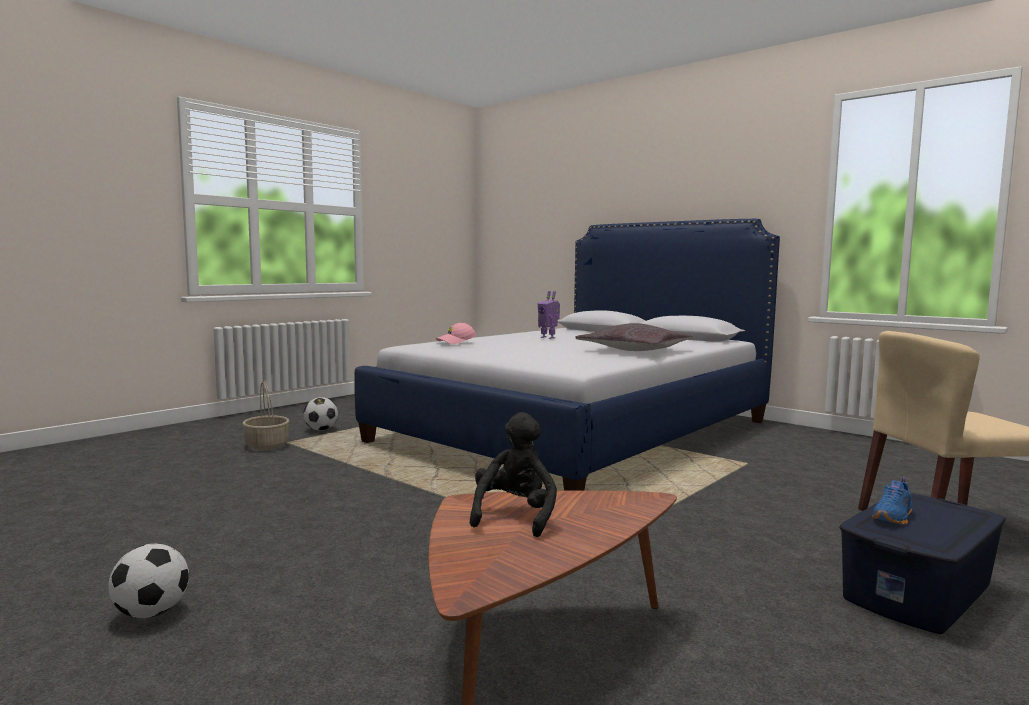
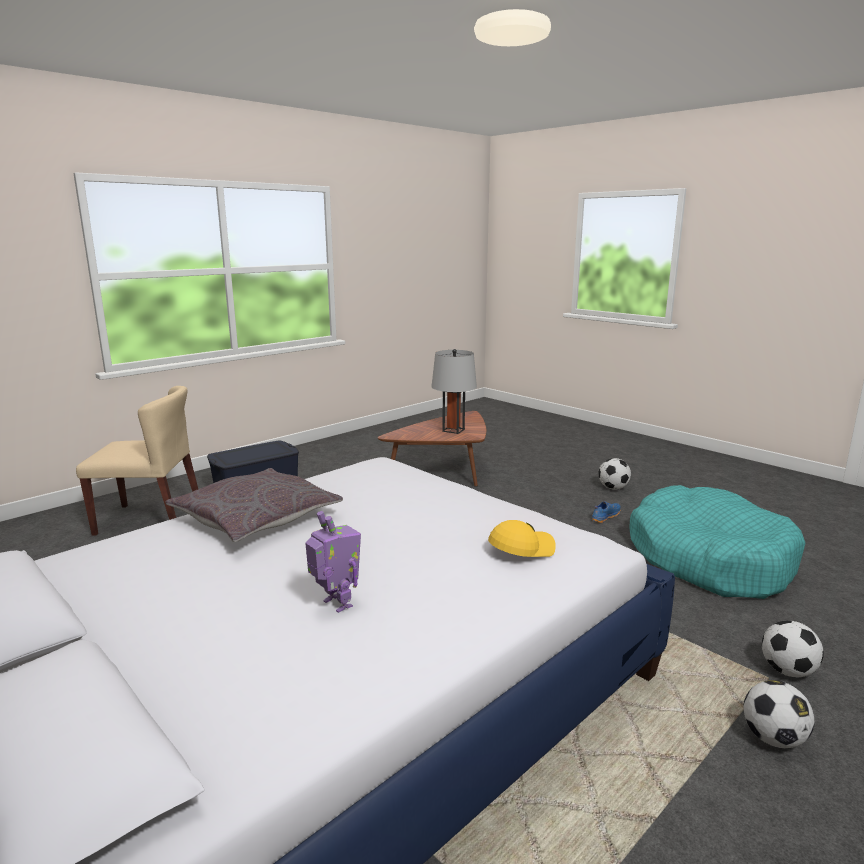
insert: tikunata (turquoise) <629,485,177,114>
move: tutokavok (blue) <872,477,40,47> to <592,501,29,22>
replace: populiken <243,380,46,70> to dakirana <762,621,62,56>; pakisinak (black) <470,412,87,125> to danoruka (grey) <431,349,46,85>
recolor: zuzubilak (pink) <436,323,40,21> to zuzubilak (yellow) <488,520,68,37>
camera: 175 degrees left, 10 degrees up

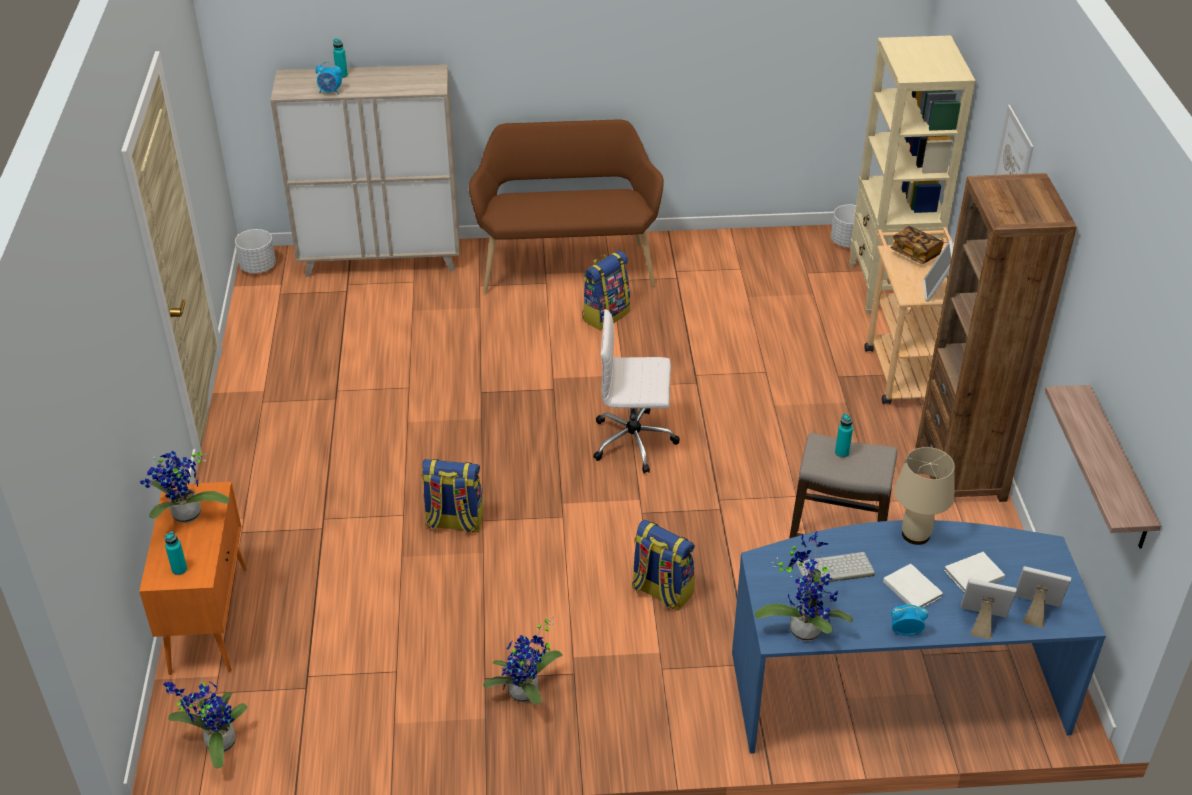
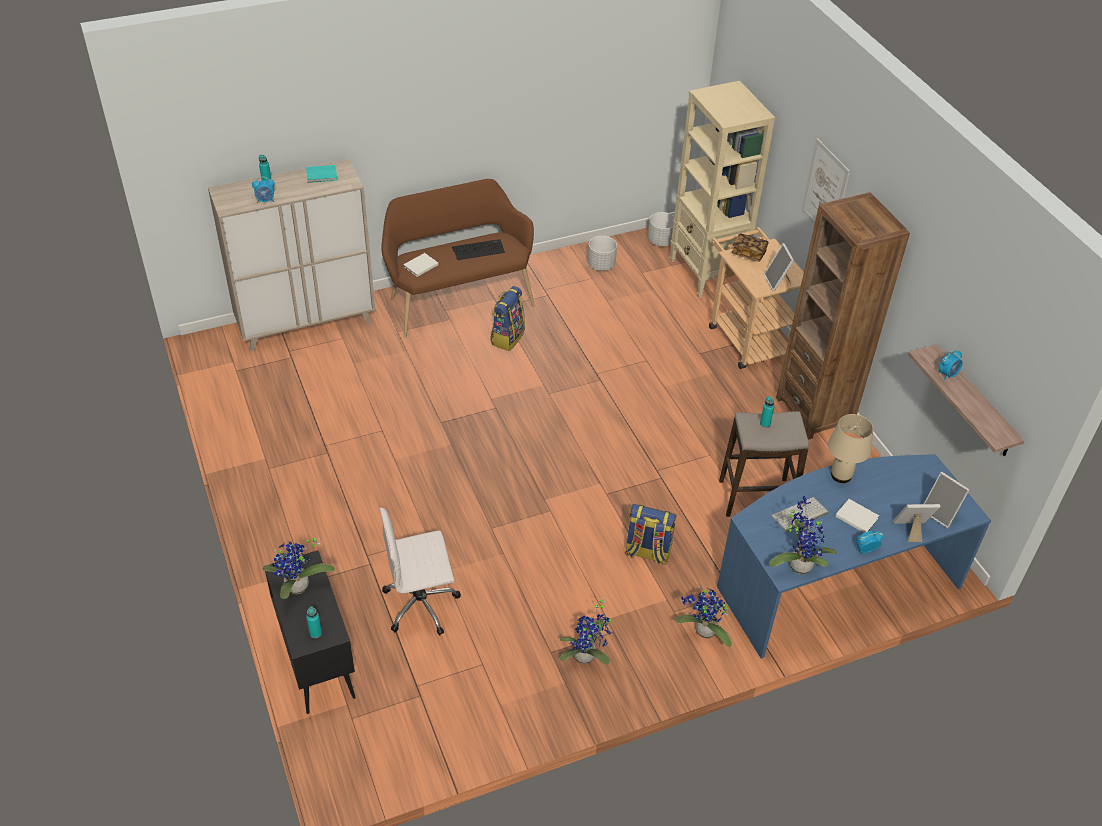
delete: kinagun <422,459,61,75>
insert: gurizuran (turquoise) <306,165,31,18>; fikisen <452,239,53,21>; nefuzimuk <939,350,23,31>
move: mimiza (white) <235,229,41,44> to <588,236,29,35>; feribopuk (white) <593,309,87,165> to <379,507,82,128>; gurizuran (white) <944,552,61,41> to <403,253,35,24>; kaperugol <163,677,84,92> to <676,586,56,61>
recolor: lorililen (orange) <139,482,108,193> to lorililen (black) <265,550,91,164>
rotate: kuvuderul <1015,566,56,62> = <924,472,46,56> 135 degrees counterclockwise
camera: 20 degrees left, 5 degrees up

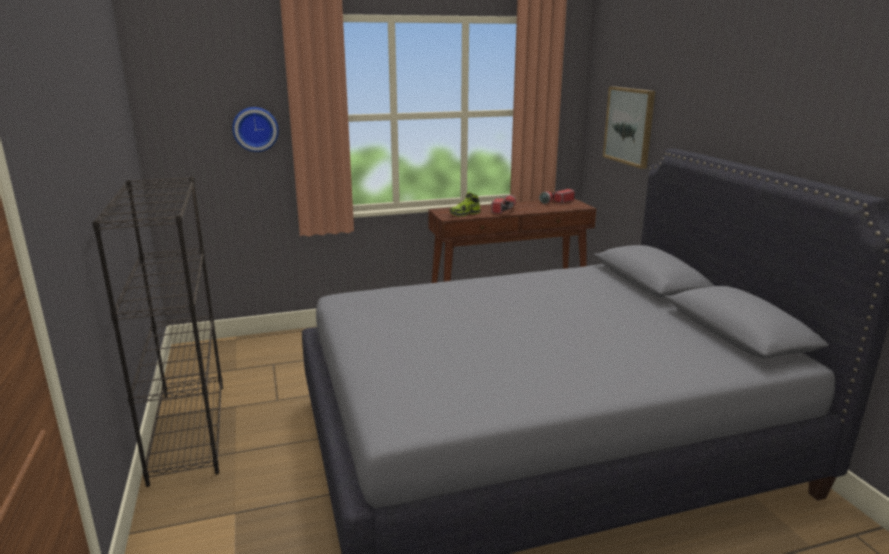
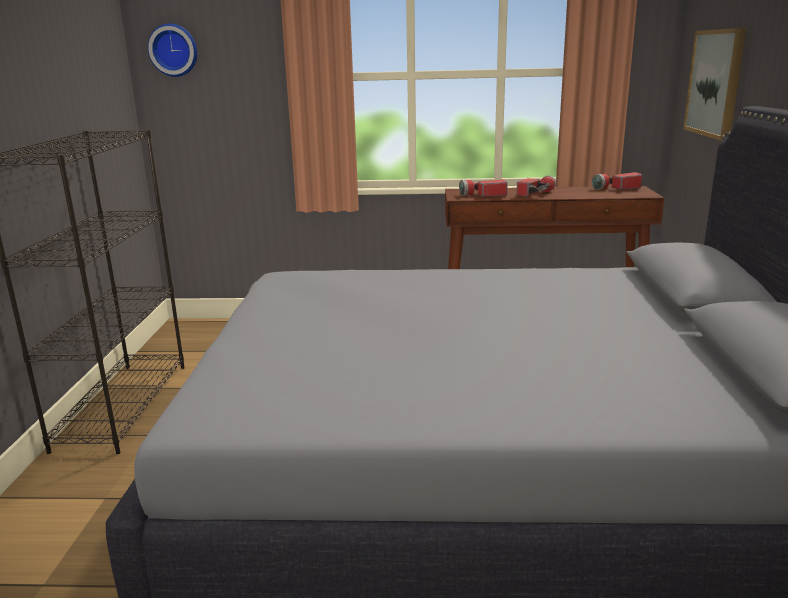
move: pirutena <232,107,47,45> to <148,24,49,53>
replace: tutokavok <450,192,31,24> to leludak <459,179,49,18>
camera: 20 degrees right, 0 degrees up

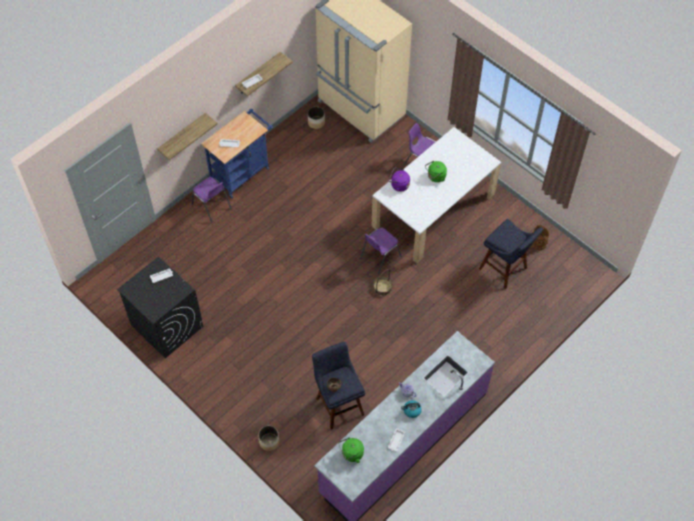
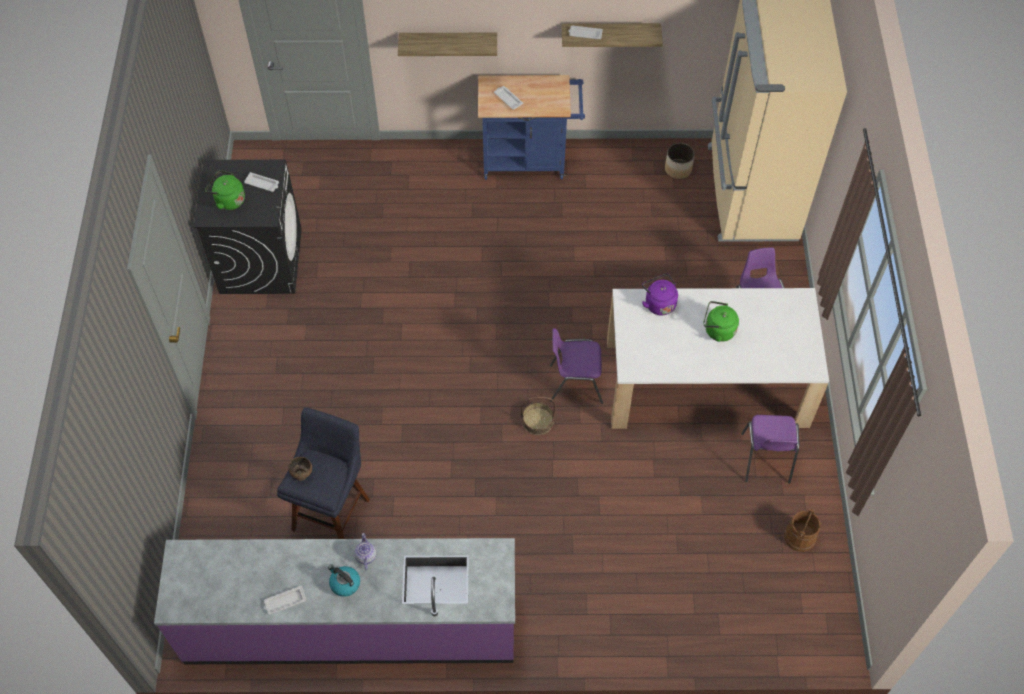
delete: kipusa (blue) <479,219,64,70>; mimiza <258,425,21,26>
move: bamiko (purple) <192,177,40,46> to <741,415,58,69>; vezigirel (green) <338,437,26,26> to <205,170,40,40>
camera: 45 degrees right, 0 degrees up

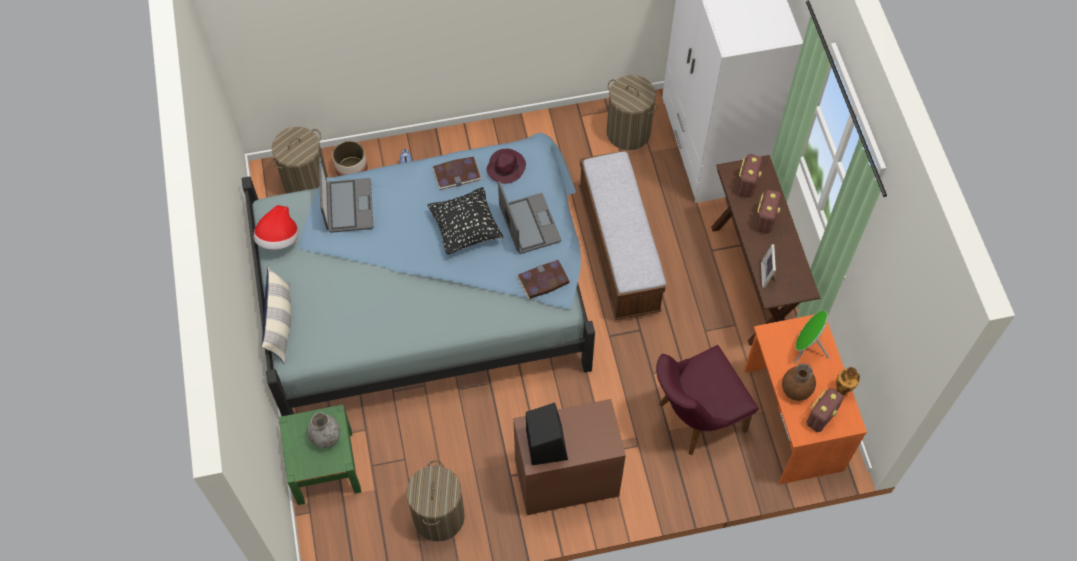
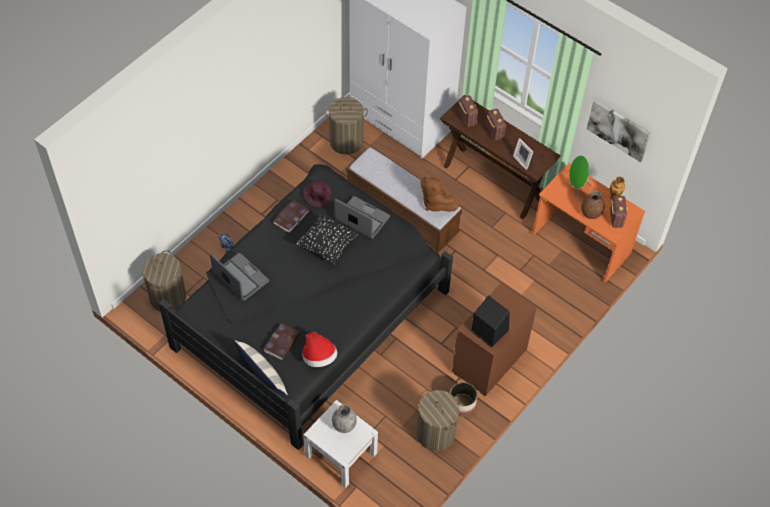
delete: bamiko (purple) <656,345,103,110>
insert: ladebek <587,99,64,63>; pakisinak (brown) <421,177,38,35>
move: mimiza <332,141,36,35> to <450,382,28,35>; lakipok <253,205,45,45> to <302,332,35,35>; gurizuran <517,260,53,39> to <264,323,36,37>
recolor: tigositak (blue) <242,133,353,283> to tigositak (black) <159,164,294,286>; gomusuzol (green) <279,405,82,100> to gomusuzol (white) <303,400,75,88>
camera: 40 degrees left, 5 degrees down

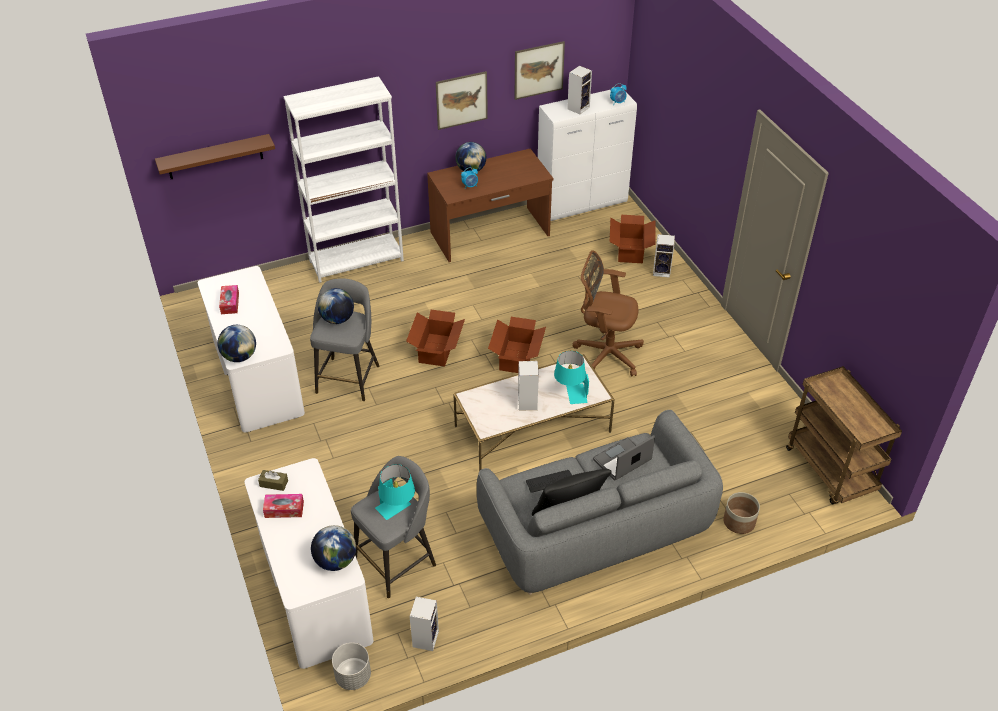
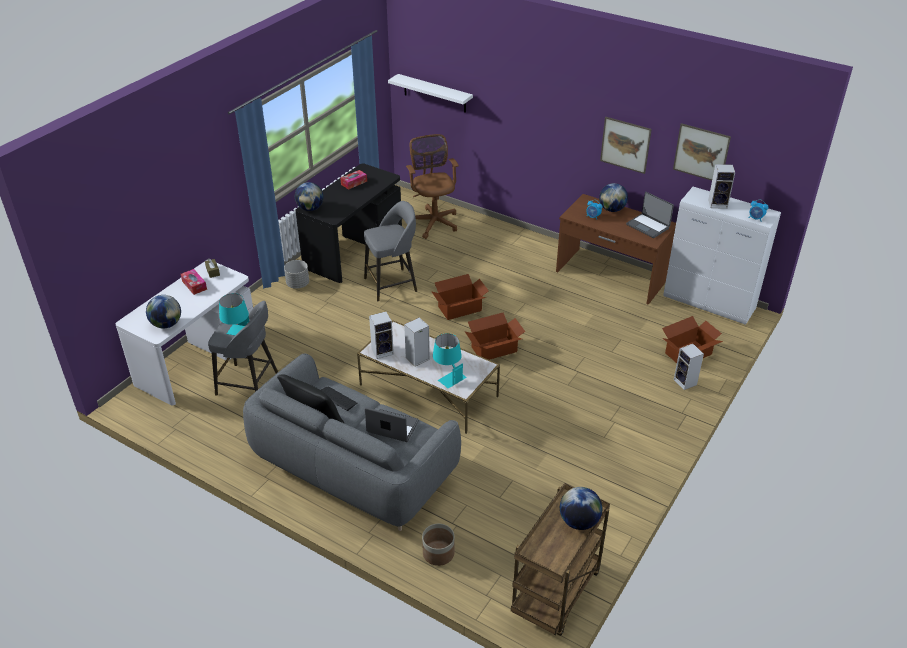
delete: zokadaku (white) <284,76,120,207>
insert: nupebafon <626,192,48,46>
move: feribopuk (brown) <572,250,72,127> to <406,134,53,105>; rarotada <318,288,36,36> to <560,487,42,43>; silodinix <410,596,29,55> to <369,312,25,47>; mimiza (grey) <332,643,39,47> to <284,260,25,29>
recolor: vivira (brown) <155,134,120,45> to vivira (white) <388,74,85,39>; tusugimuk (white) <198,266,107,166> to tusugimuk (black) <295,164,107,119>
camera: 55 degrees right, 5 degrees down

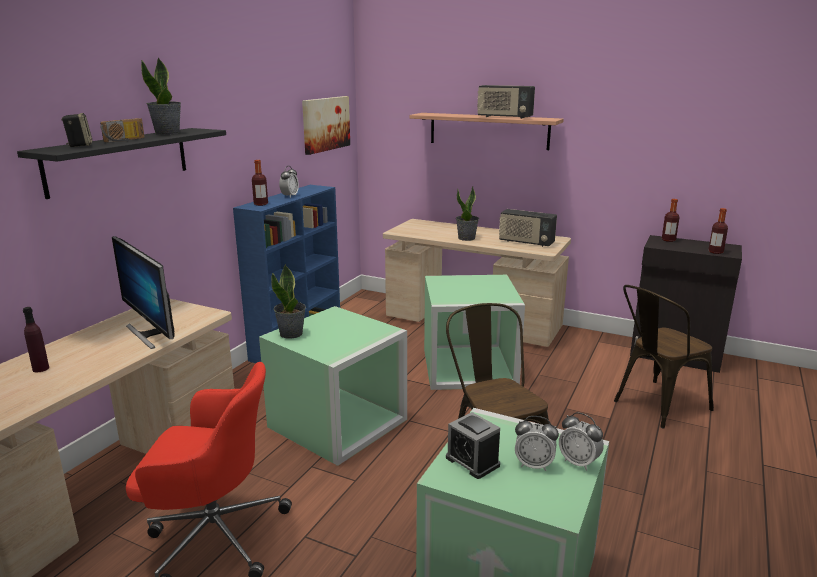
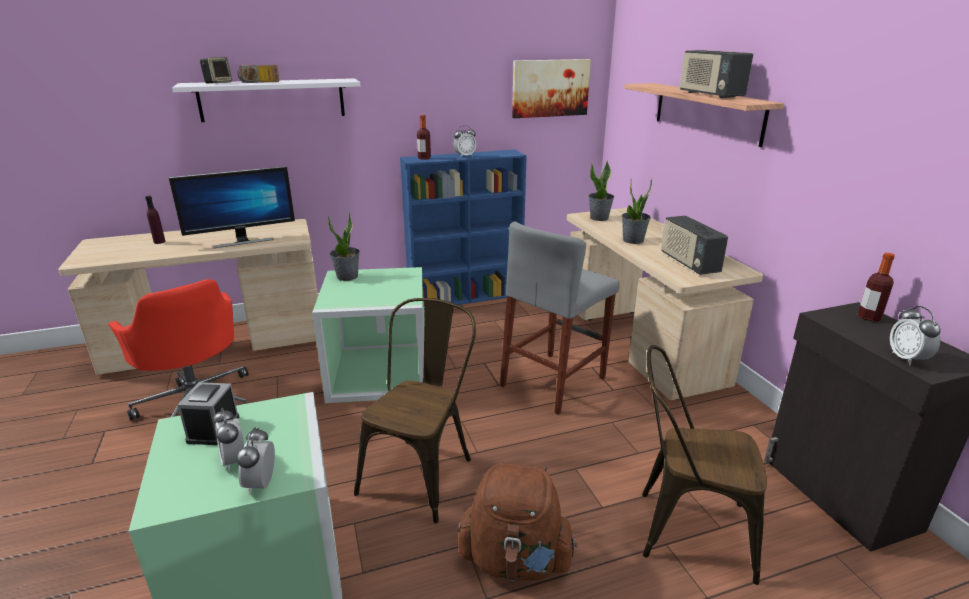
insert: kinagun (brown) <458,462,120,119>
move: kaperugol <141,57,40,78> to <589,160,25,61>
replace: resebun <708,208,20,46> to nefuzimuk <890,306,51,59>; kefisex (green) <424,275,101,115> to kipusa (grey) <500,222,120,192>
recolor: vivira (black) <17,128,209,71> to vivira (white) <172,78,188,44>
rotate: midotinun <112,236,63,113> = <168,166,127,82> 120 degrees counterclockwise
camera: 45 degrees right, 5 degrees up

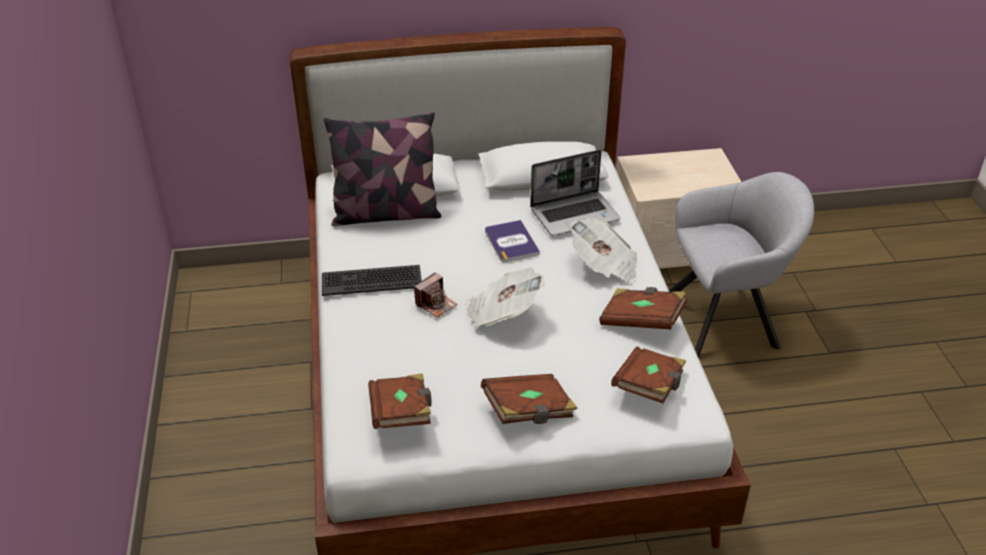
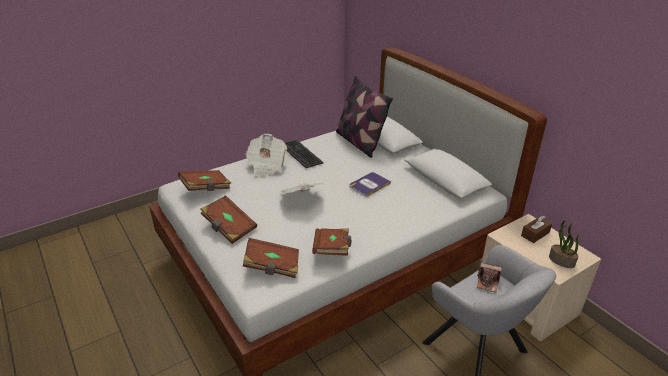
delete: nupebafon <530,150,90,86>
insert: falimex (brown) <521,215,31,28>; kaperugol <549,220,29,48>
move: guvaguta <570,218,67,65> to <246,134,41,43>; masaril <414,272,43,46> to <477,263,25,29>
camera: 65 degrees right, 5 degrees down

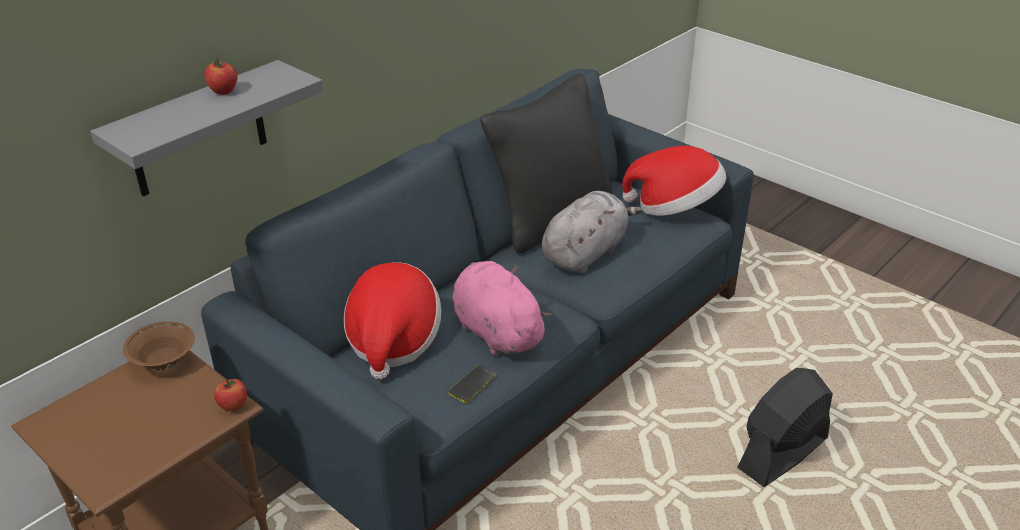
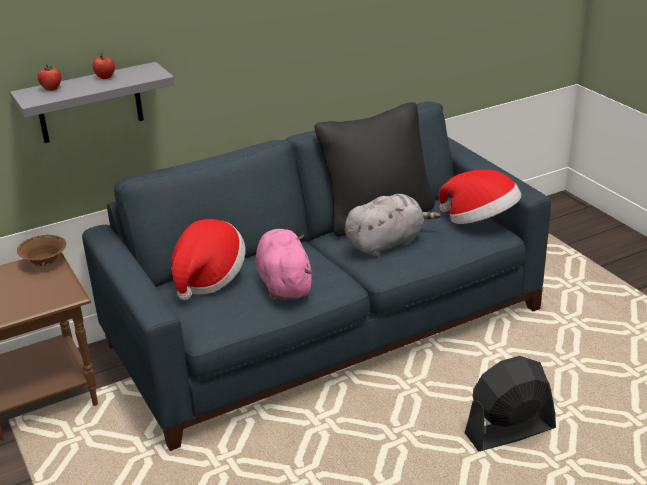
delete: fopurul <448,365,48,38>
move: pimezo <214,379,33,32> to <38,65,23,26>
camera: 20 degrees right, 5 degrees down

